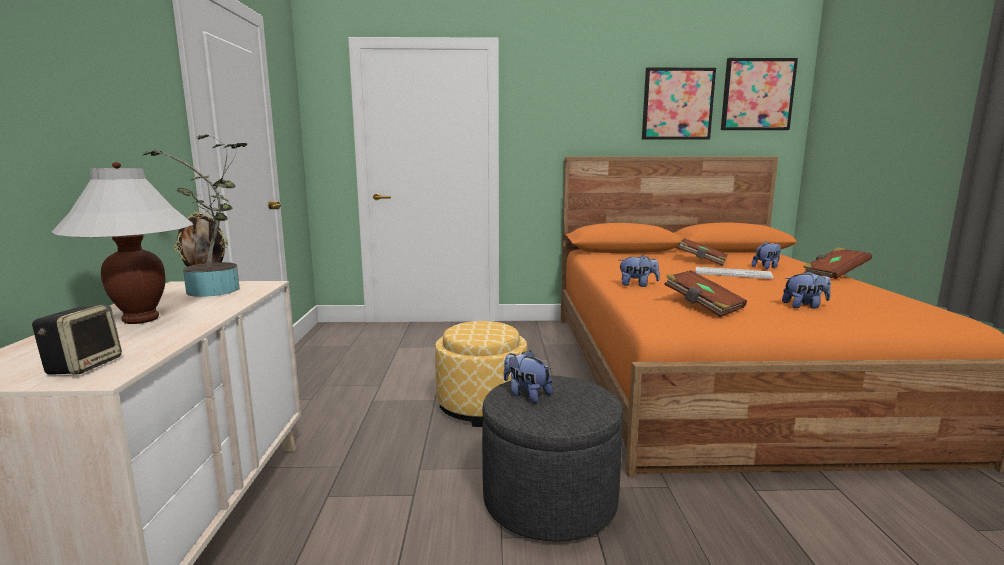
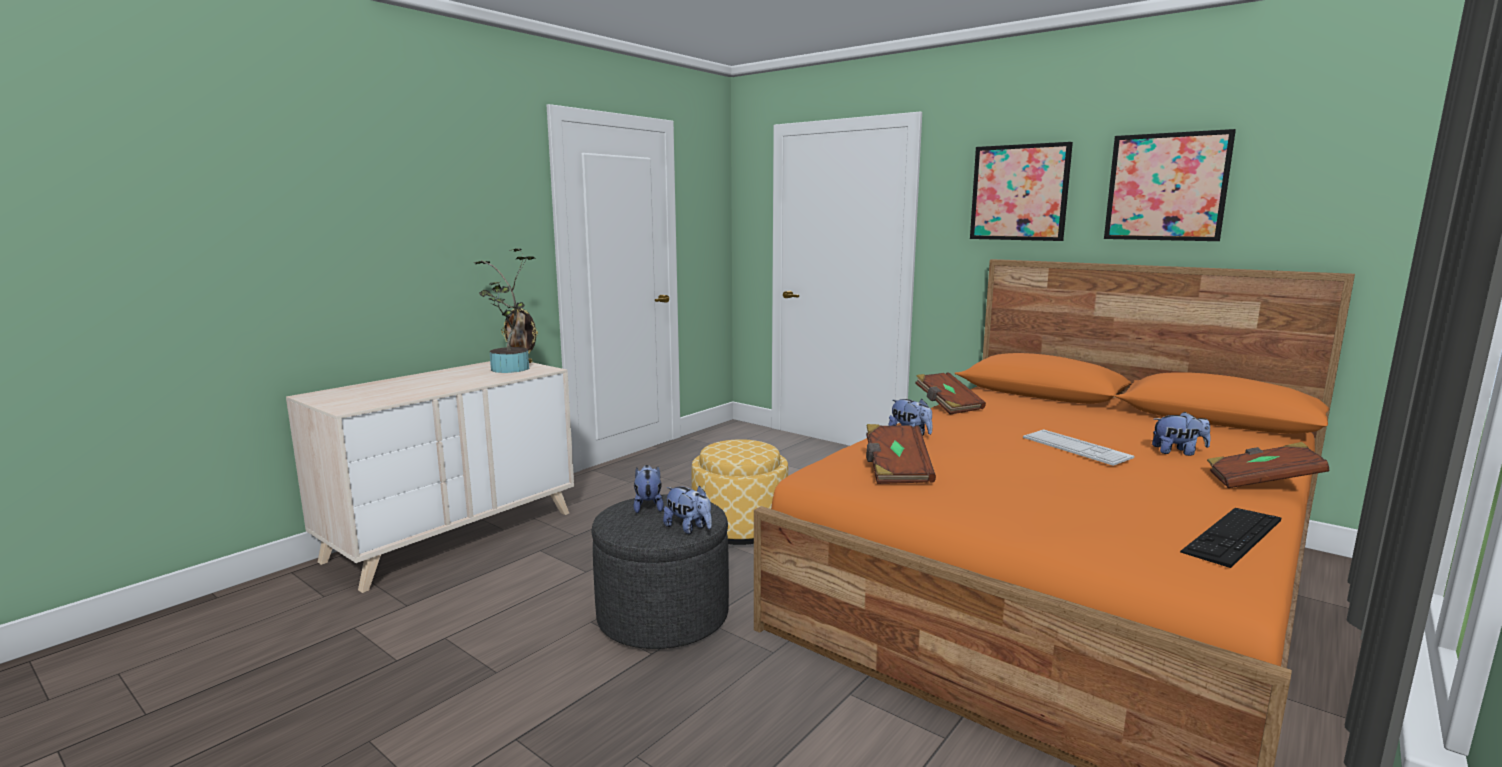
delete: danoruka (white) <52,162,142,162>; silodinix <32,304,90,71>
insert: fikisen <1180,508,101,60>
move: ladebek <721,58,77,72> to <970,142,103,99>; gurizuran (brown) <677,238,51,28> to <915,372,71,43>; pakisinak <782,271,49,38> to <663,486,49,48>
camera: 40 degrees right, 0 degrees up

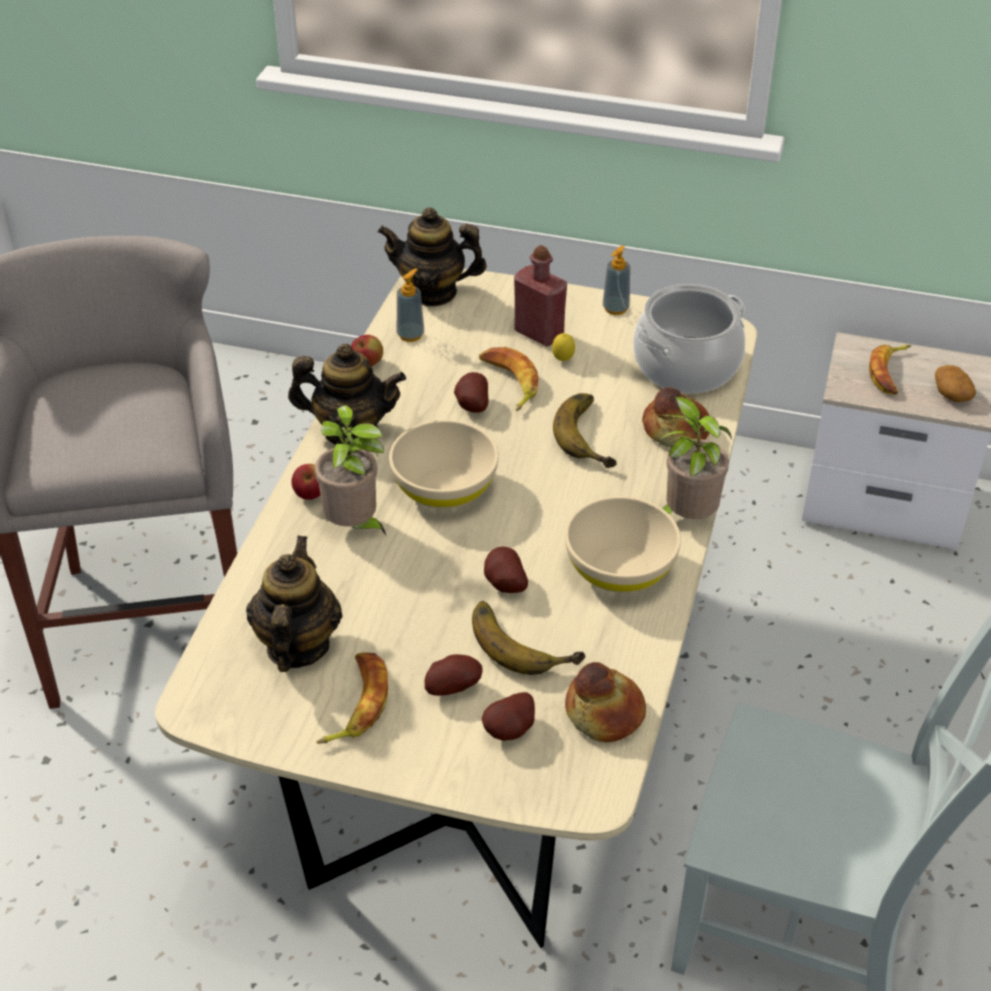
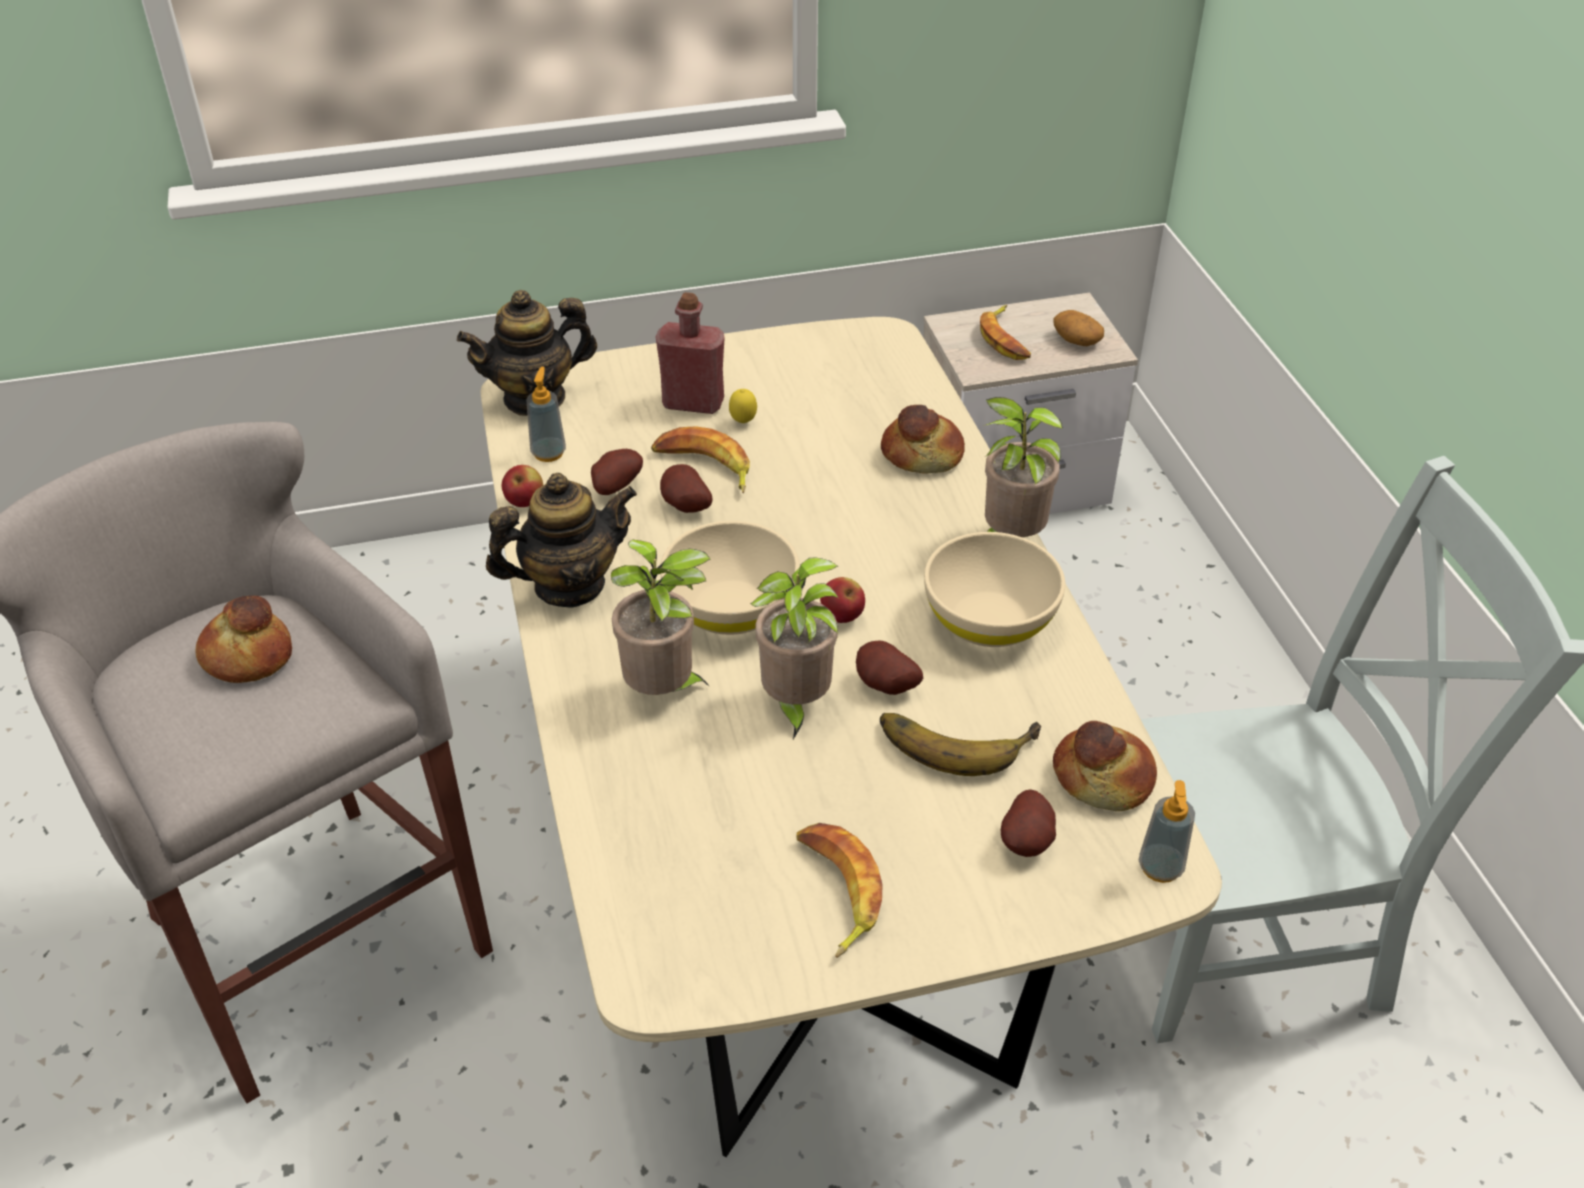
delete: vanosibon <633,284,112,109>; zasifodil <553,393,64,75>; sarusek <246,536,97,136>
insert: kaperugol <750,557,90,182>; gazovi <195,596,97,87>
move: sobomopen <603,246,27,69> to <1139,780,56,103>; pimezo <291,464,29,36> to <820,577,45,46>; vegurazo <424,654,59,42> to <591,449,52,46>
camera: 30 degrees left, 0 degrees up

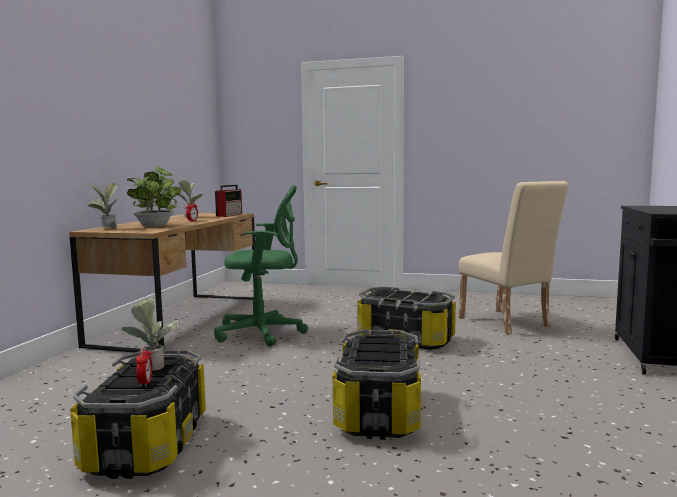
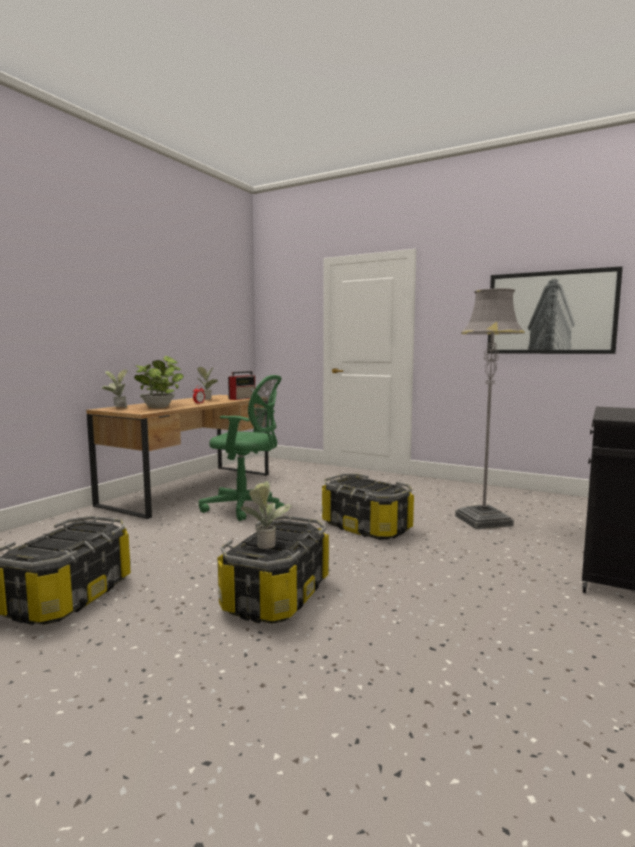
delete: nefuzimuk <136,346,16,41>
insert: ladebek <487,266,136,88>
move: kaperugol <121,297,60,74> to <240,481,52,68>
replace: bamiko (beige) <459,181,110,154> to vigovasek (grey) <455,288,70,241>
camera: 15 degrees right, 0 degrees up

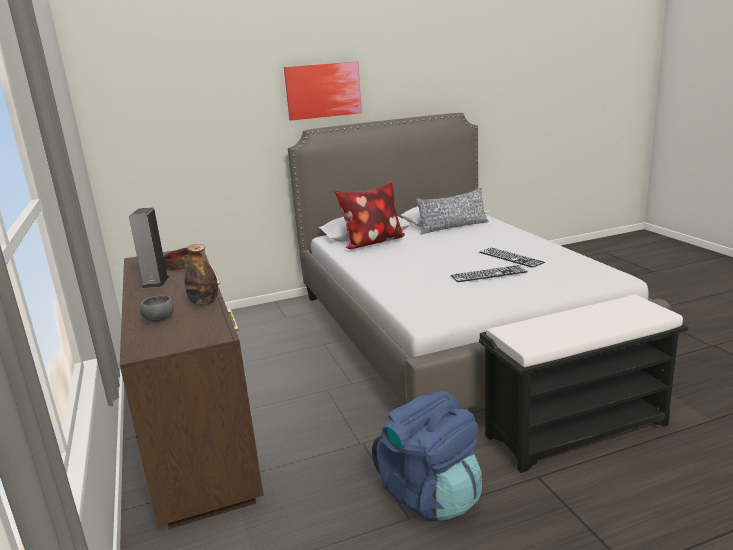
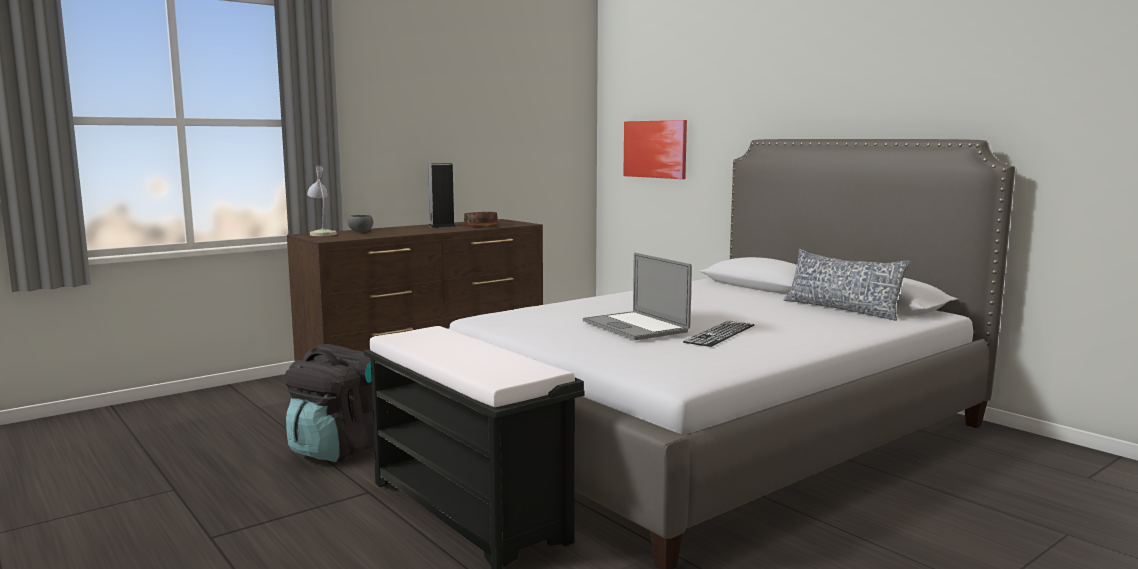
delete: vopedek <334,180,71,69>; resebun <185,244,33,62>
insert: danoruka <307,166,30,70>
move: ladebek <284,61,78,60> to <623,120,64,59>
replace: fikisen <451,265,77,17> to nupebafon <583,253,109,87>
recolor: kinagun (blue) <372,391,110,130> to kinagun (black) <285,344,90,118>
camera: 70 degrees right, 10 degrees down

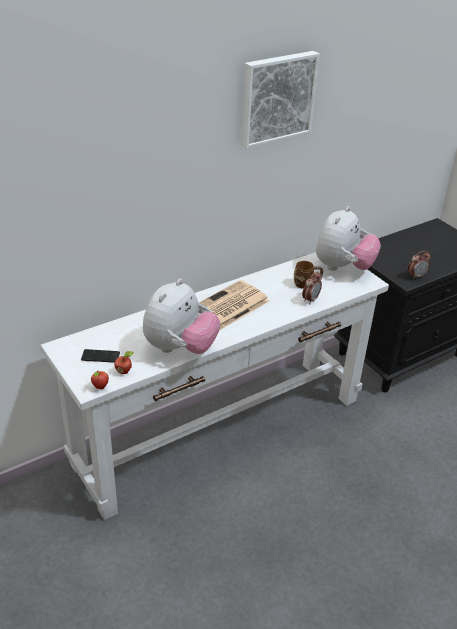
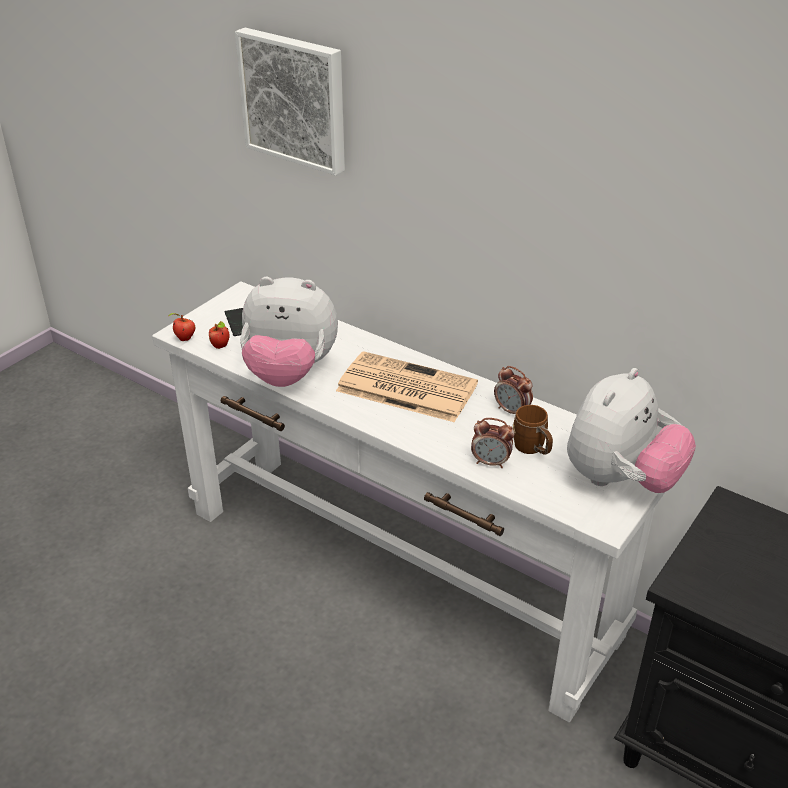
move: ladebek <241,51,79,97> to <235,28,110,147>; nefuzimuk <408,251,23,28> to <494,366,39,48>
rotate: pakisinak <316,206,65,65> = <567,368,129,125> 60 degrees counterclockwise
camera: 70 degrees right, 0 degrees up

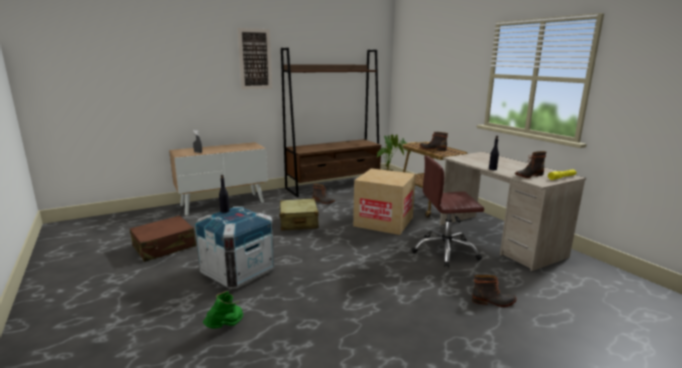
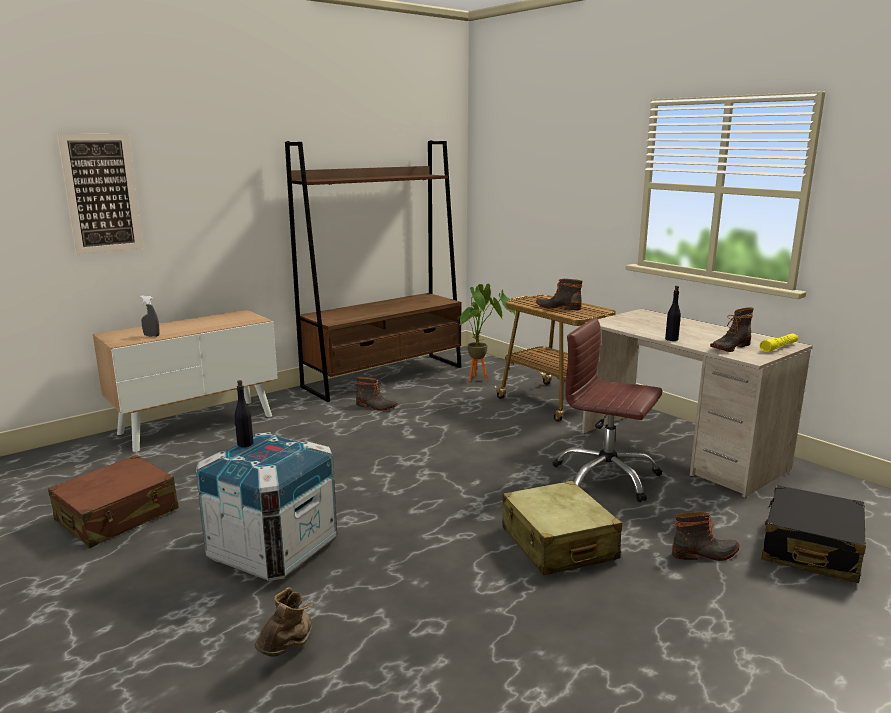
delete: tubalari <353,168,63,67>
insert: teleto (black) <762,485,104,98>
move: ladebek <237,28,35,62> to <57,133,86,122>; teleto (beige) <279,198,40,33> to <502,481,120,94>
recolor: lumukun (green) <203,291,40,38> to lumukun (brown) <254,587,60,70>
rotate: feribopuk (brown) <412,155,72,113> = <553,317,109,185> 45 degrees clockwise
camera: 10 degrees left, 0 degrees up

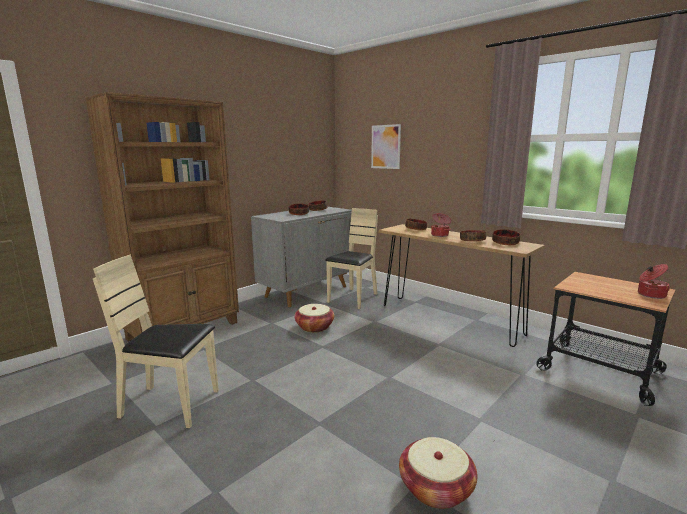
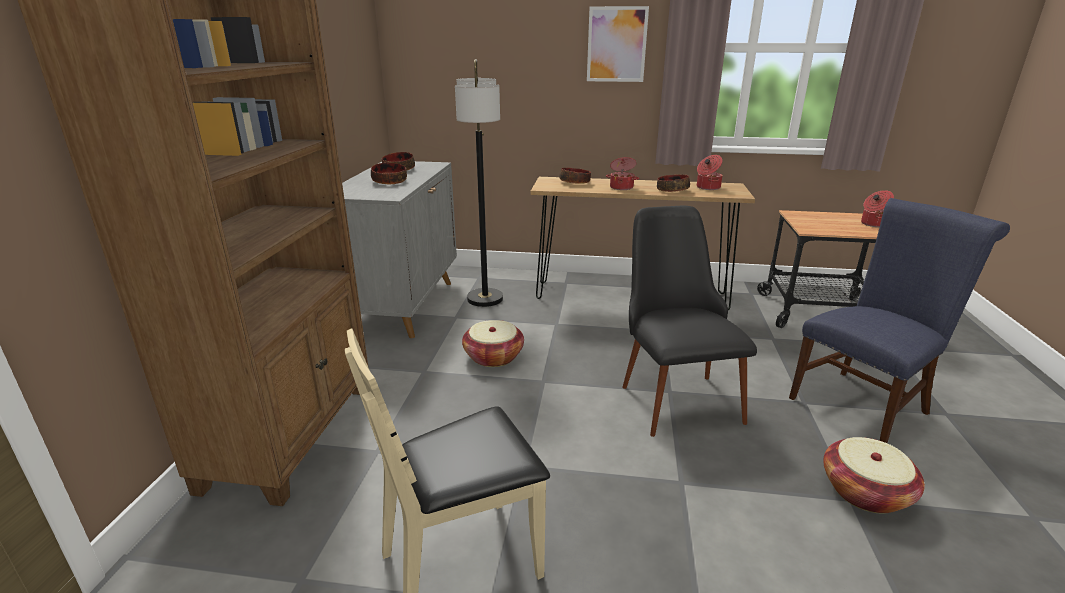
insert: bamiko (blue) <789,198,221,245>; bamiko (black) <622,206,135,231>
move: ladebek <371,124,30,45> to <587,6,62,76>
replace: bamiko (beige) <325,208,53,101> to vigovasek <455,59,48,248>; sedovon <492,229,28,16> to vanosibon <697,155,26,35>
camera: 35 degrees left, 10 degrees up

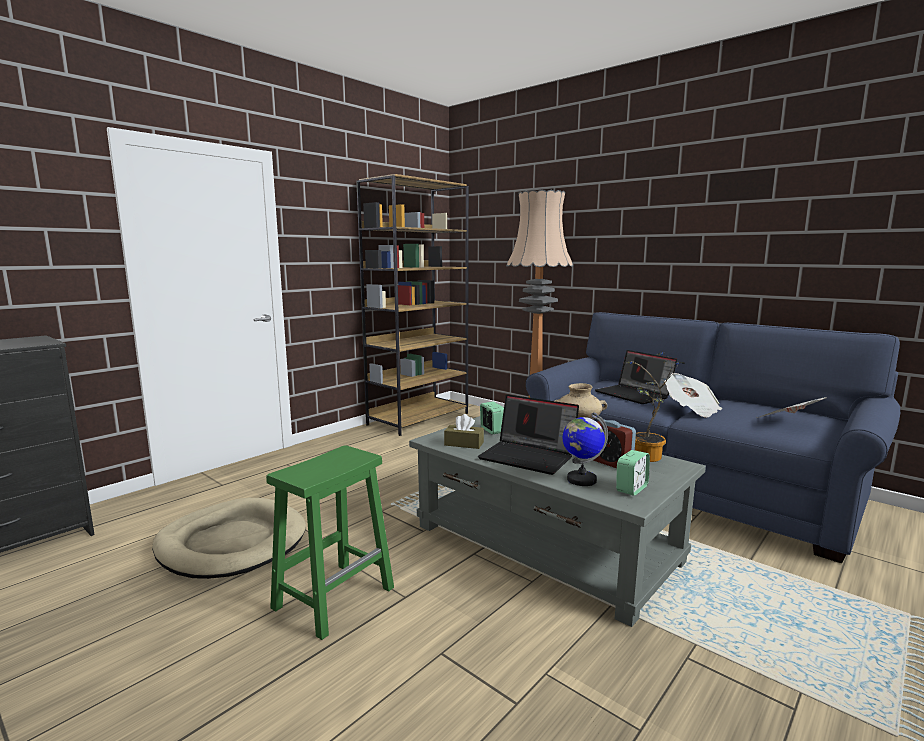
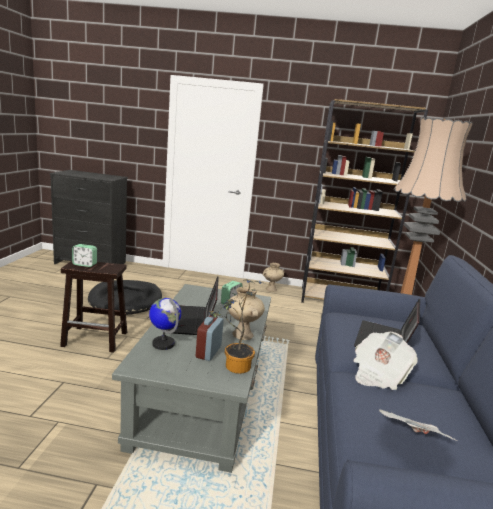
delete: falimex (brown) <444,414,40,35>
insert: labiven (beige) <262,263,23,29>
move: nefuzimuk <616,450,34,46> to <72,244,25,23>
recolor: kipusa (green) <266,445,128,195> to kipusa (brown) <60,261,67,92>; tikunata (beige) <152,498,154,81> to tikunata (black) <88,280,74,35>
camera: 55 degrees right, 5 degrees up

